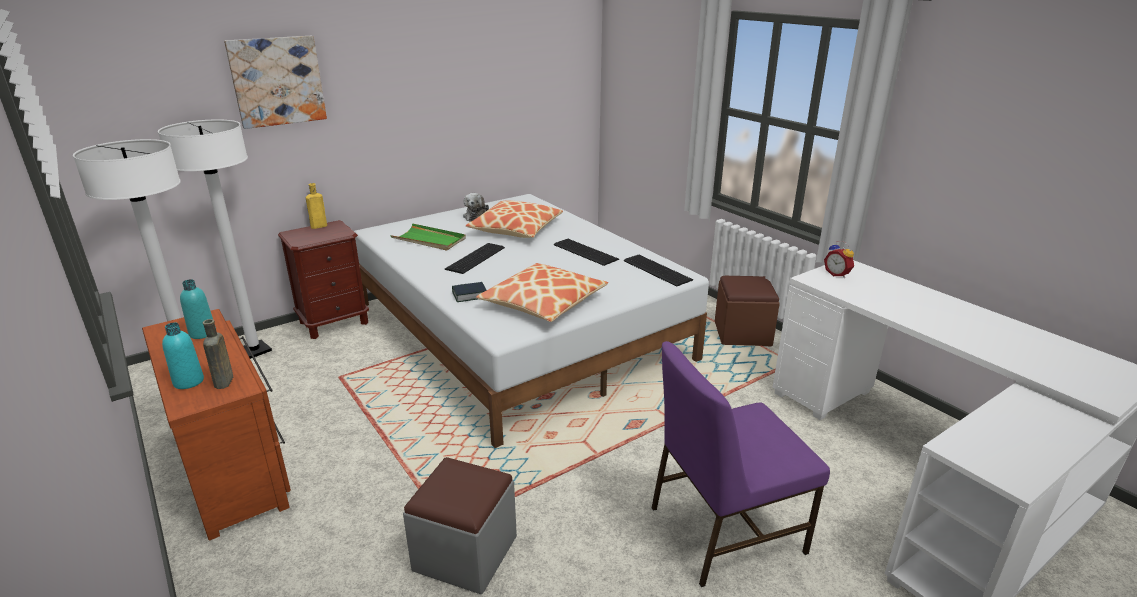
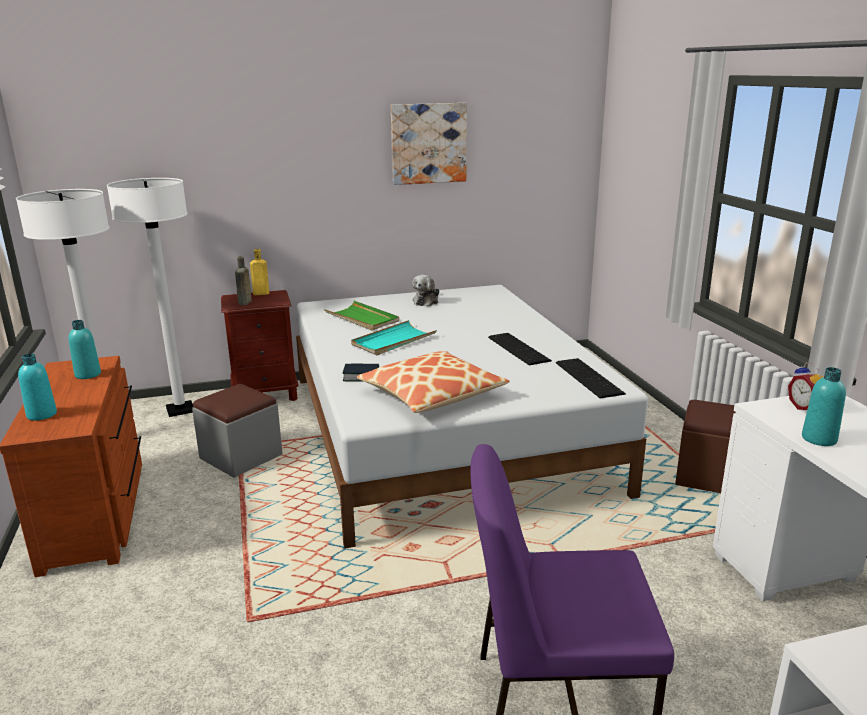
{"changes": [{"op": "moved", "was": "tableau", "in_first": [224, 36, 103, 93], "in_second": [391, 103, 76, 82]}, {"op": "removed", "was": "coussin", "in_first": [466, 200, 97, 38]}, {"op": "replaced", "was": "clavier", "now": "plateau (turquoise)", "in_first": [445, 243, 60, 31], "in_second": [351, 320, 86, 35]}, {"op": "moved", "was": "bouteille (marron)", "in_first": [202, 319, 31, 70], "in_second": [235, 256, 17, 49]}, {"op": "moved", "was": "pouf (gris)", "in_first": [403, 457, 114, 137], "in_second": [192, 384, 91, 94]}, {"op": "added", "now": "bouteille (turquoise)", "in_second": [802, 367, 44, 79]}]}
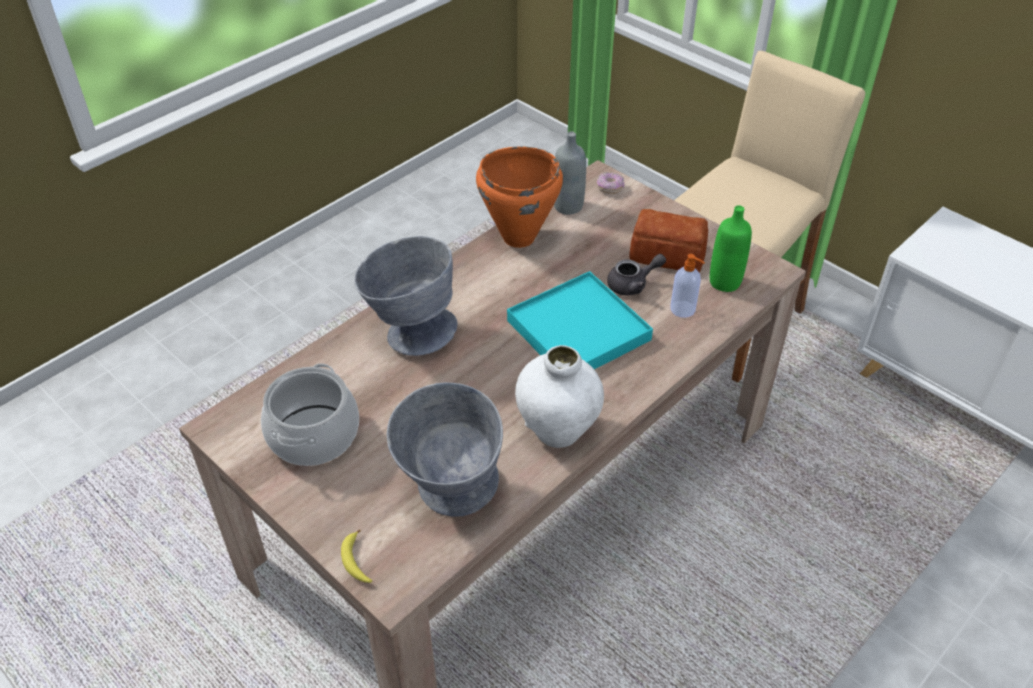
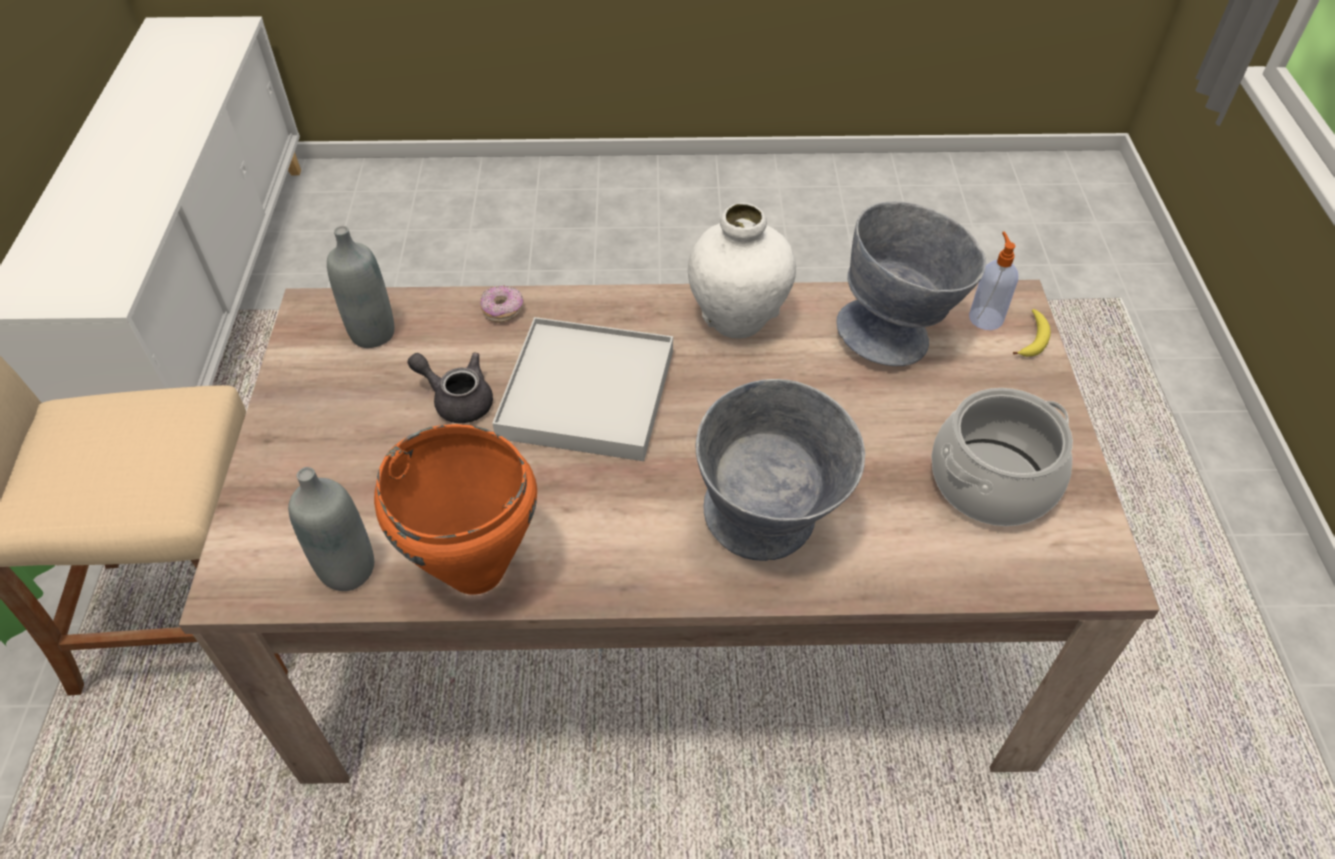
{"changes": [{"op": "moved", "was": "beignet", "in_first": [597, 172, 27, 22], "in_second": [480, 285, 43, 38]}, {"op": "recoloured", "was": "bouteille (vert)", "now": "bouteille (gris)", "in_first": [710, 205, 42, 87], "in_second": [327, 226, 67, 122]}, {"op": "removed", "was": "pain", "in_first": [629, 209, 79, 63]}, {"op": "moved", "was": "distributeur de savon", "in_first": [670, 254, 35, 64], "in_second": [969, 232, 49, 98]}, {"op": "recoloured", "was": "plateau (turquoise)", "now": "plateau (blanc)", "in_first": [507, 271, 146, 98], "in_second": [492, 317, 181, 144]}]}
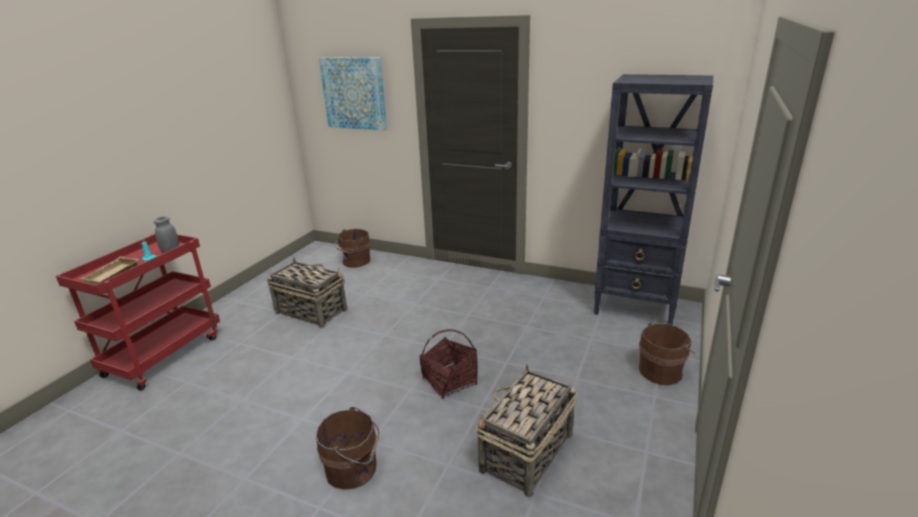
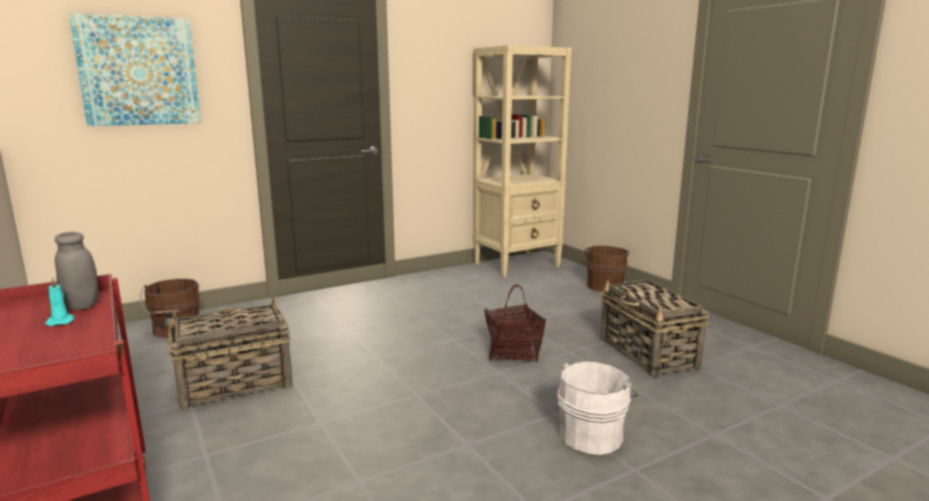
{"changes": [{"op": "recoloured", "was": "bibliothèque (noir)", "now": "bibliothèque (beige)", "in_first": [594, 74, 119, 251], "in_second": [473, 45, 99, 233]}, {"op": "removed", "was": "plateau (beige)", "in_first": [79, 256, 60, 28]}, {"op": "recoloured", "was": "seau (marron)", "now": "seau (blanc)", "in_first": [316, 407, 63, 83], "in_second": [557, 361, 80, 94]}]}
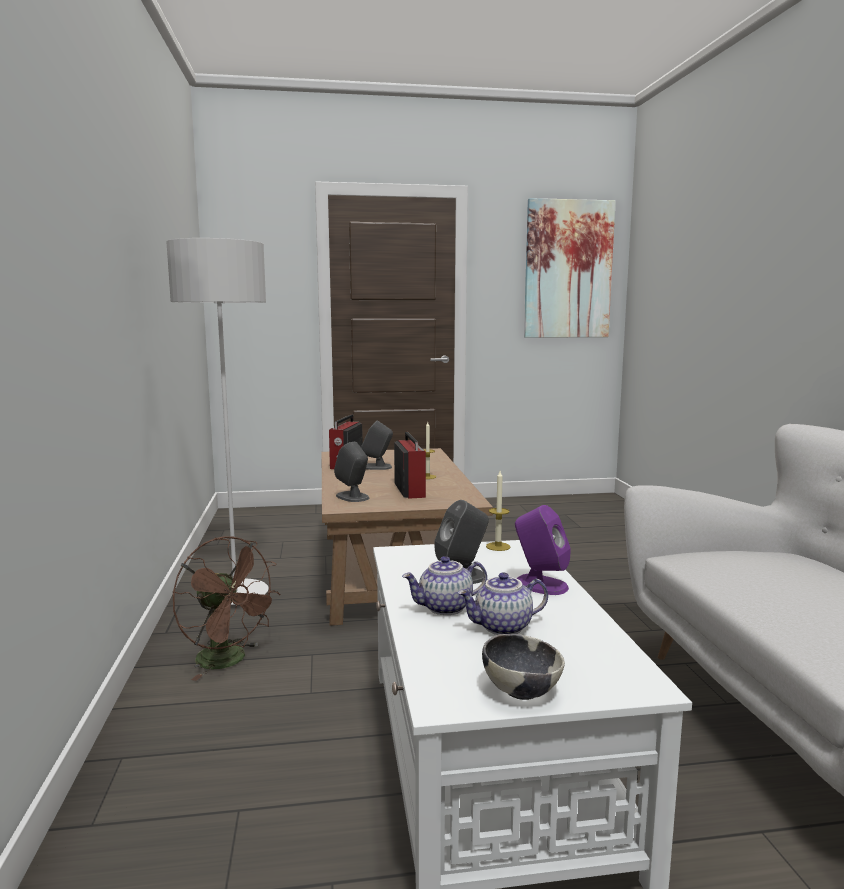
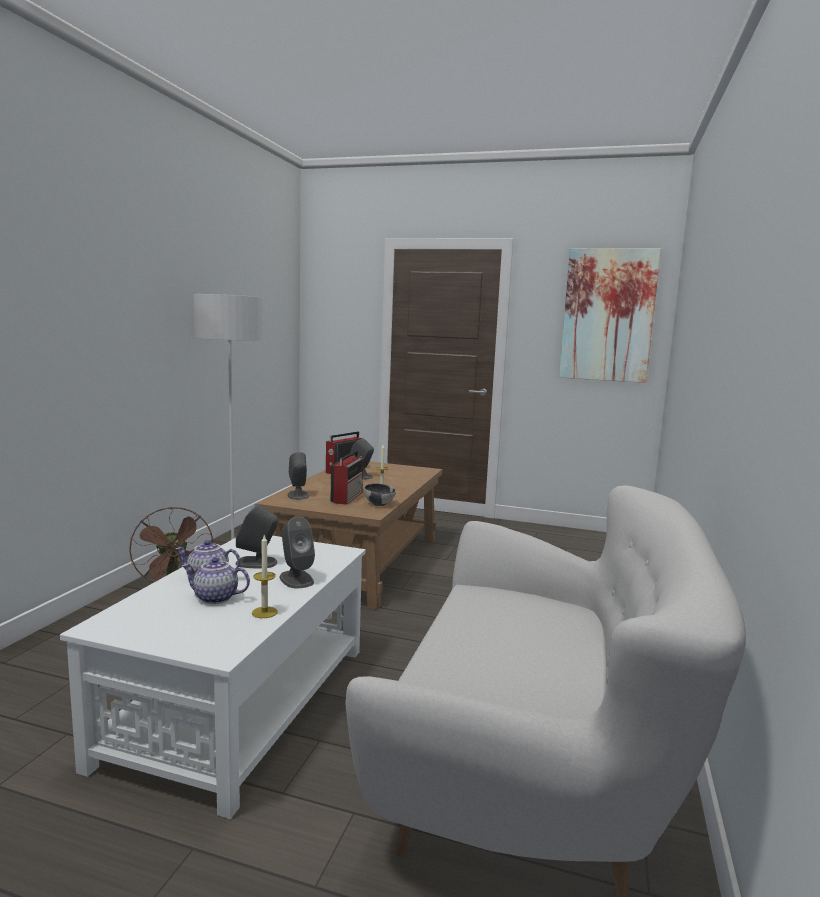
{"changes": [{"op": "moved", "was": "bougie", "in_first": [486, 471, 25, 80], "in_second": [252, 535, 26, 83]}, {"op": "recoloured", "was": "enceinte (violet)", "now": "enceinte (gris)", "in_first": [515, 505, 56, 90], "in_second": [279, 517, 36, 72]}, {"op": "moved", "was": "bol", "in_first": [482, 634, 83, 66], "in_second": [364, 483, 32, 23]}]}
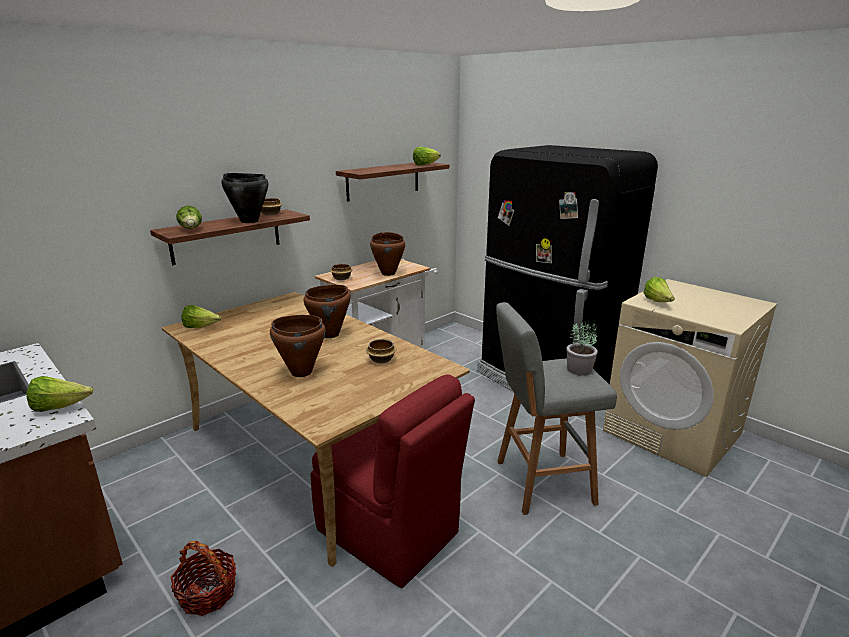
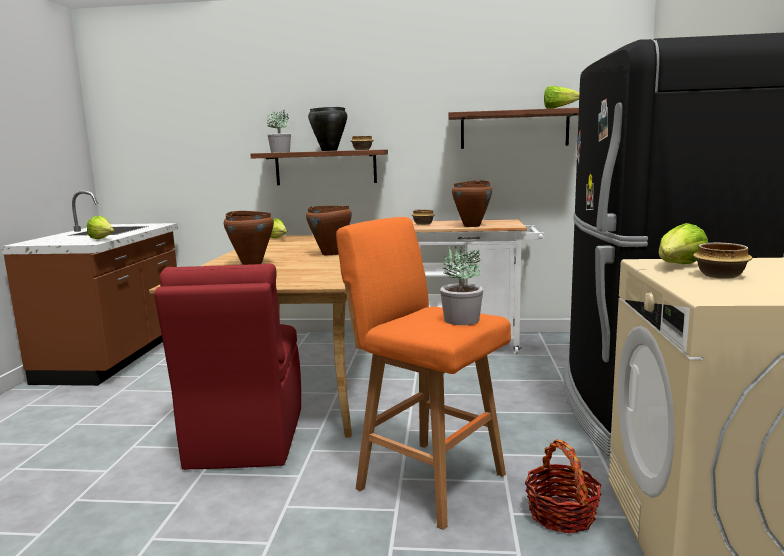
{"changes": [{"op": "replaced", "was": "laitue", "now": "plante en pot", "in_first": [176, 206, 26, 23], "in_second": [267, 109, 24, 44]}, {"op": "recoloured", "was": "tabouret (gris)", "now": "tabouret (orange)", "in_first": [496, 302, 121, 213], "in_second": [336, 217, 175, 313]}, {"op": "moved", "was": "bol", "in_first": [366, 339, 30, 25], "in_second": [693, 243, 60, 36]}, {"op": "moved", "was": "panier", "in_first": [171, 541, 65, 75], "in_second": [525, 439, 77, 95]}]}
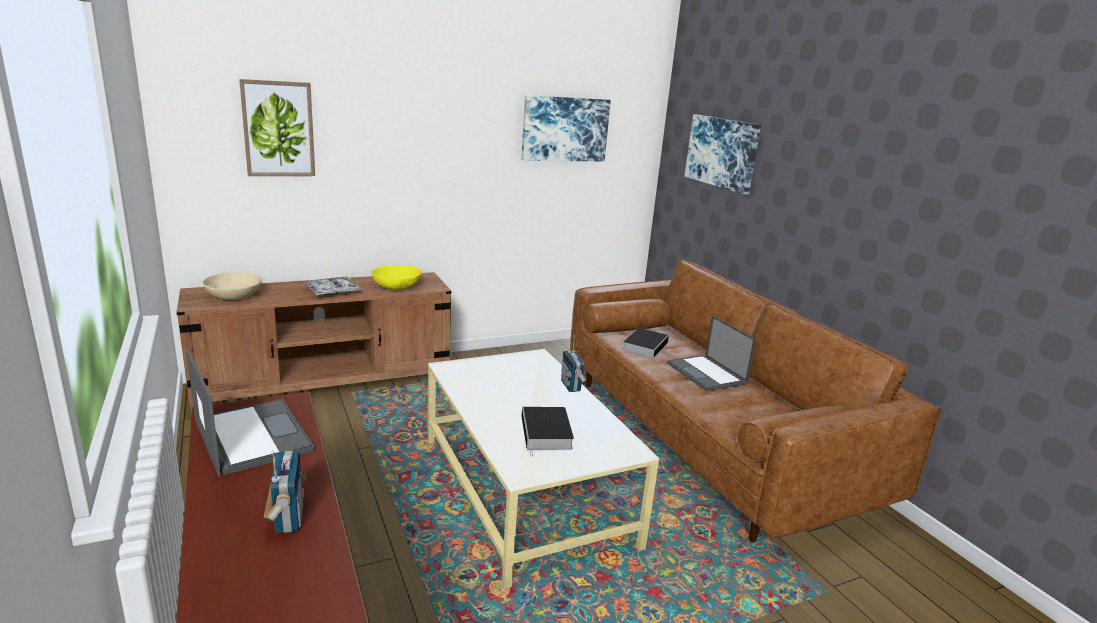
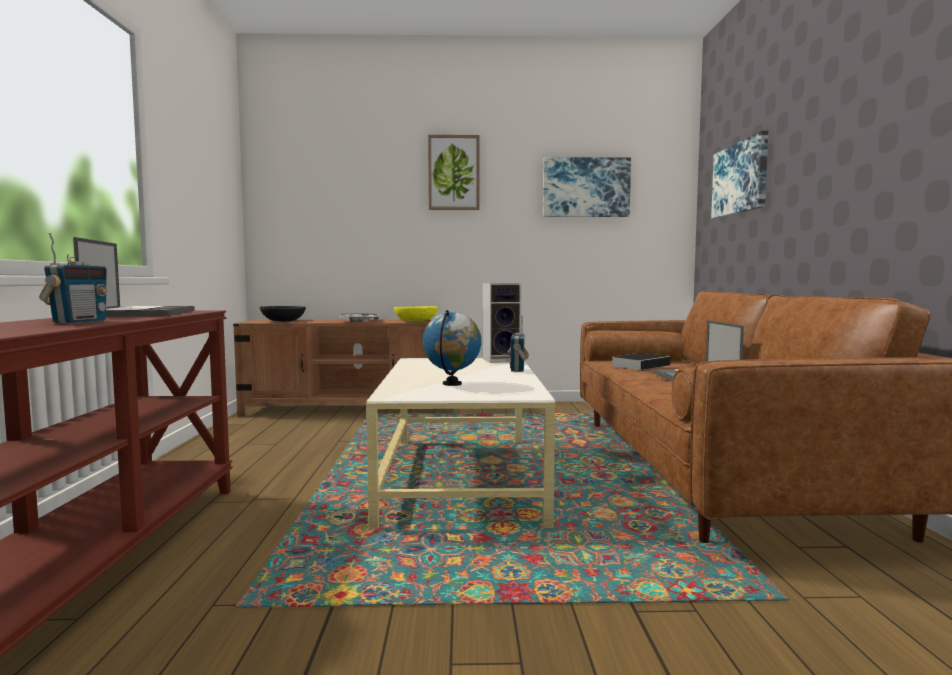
{"changes": [{"op": "moved", "was": "tableau", "in_first": [239, 79, 76, 97], "in_second": [428, 135, 51, 75]}, {"op": "recoloured", "was": "bol (beige)", "now": "bol (noir)", "in_first": [202, 272, 60, 28], "in_second": [260, 306, 46, 15]}, {"op": "replaced", "was": "livre", "now": "globe", "in_first": [521, 407, 53, 50], "in_second": [423, 310, 58, 76]}, {"op": "added", "now": "enceinte", "in_second": [483, 283, 38, 80]}]}
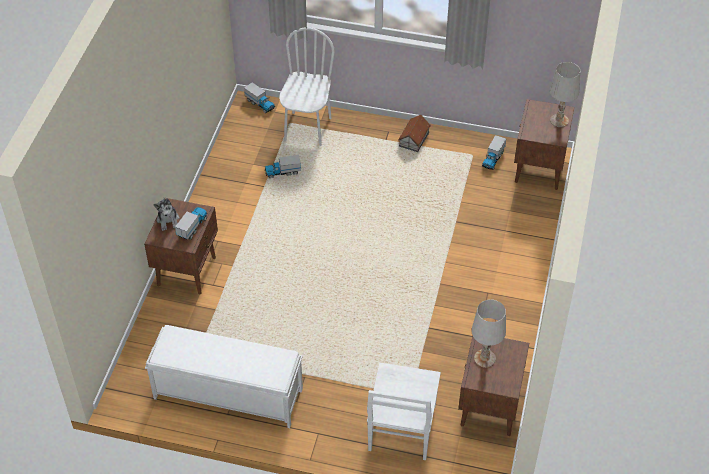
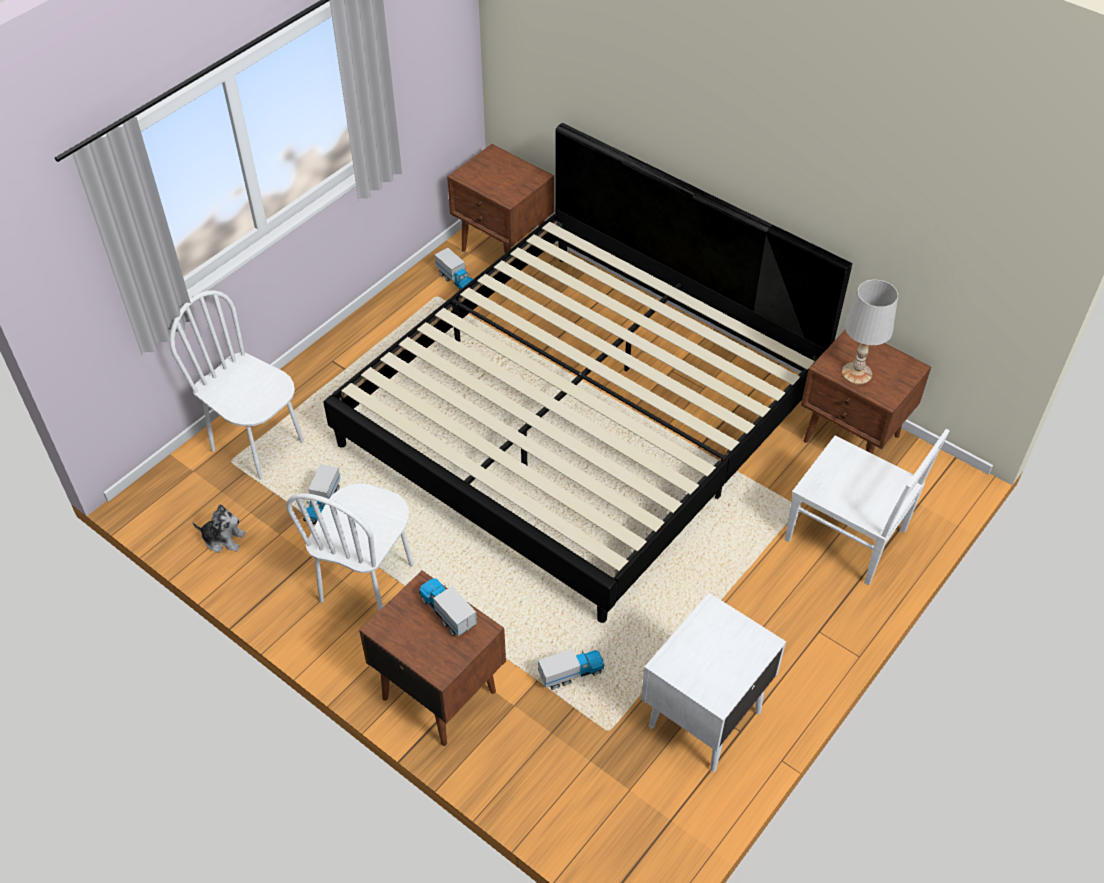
{"changes": [{"op": "removed", "was": "lampe de table (blanc)", "in_first": [550, 62, 30, 65]}, {"op": "moved", "was": "camion jouet", "in_first": [244, 82, 31, 31], "in_second": [538, 649, 66, 41]}, {"op": "removed", "was": "maison miniature", "in_first": [398, 115, 33, 37]}, {"op": "moved", "was": "peluche", "in_first": [154, 198, 26, 33], "in_second": [192, 504, 54, 49]}, {"op": "replaced", "was": "banc (blanc)", "now": "table de chevet (blanc)", "in_first": [145, 325, 158, 103], "in_second": [641, 593, 145, 179]}, {"op": "added", "now": "lit", "in_second": [323, 123, 529, 500]}, {"op": "added", "now": "chaise (blanc)", "in_second": [286, 483, 128, 127]}]}
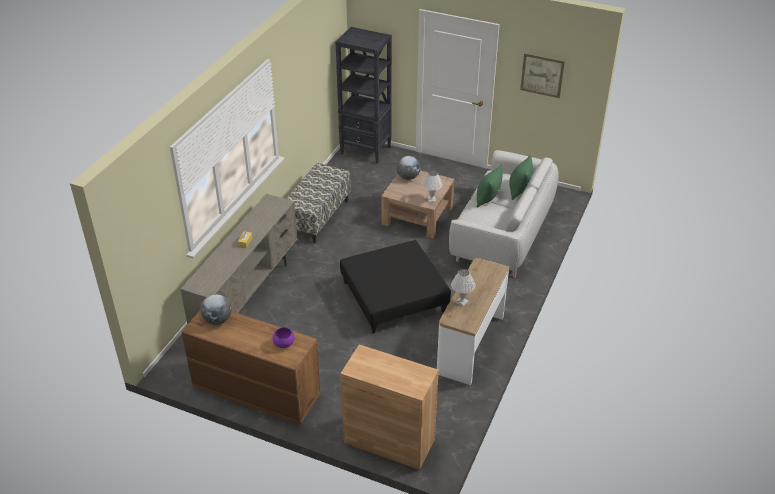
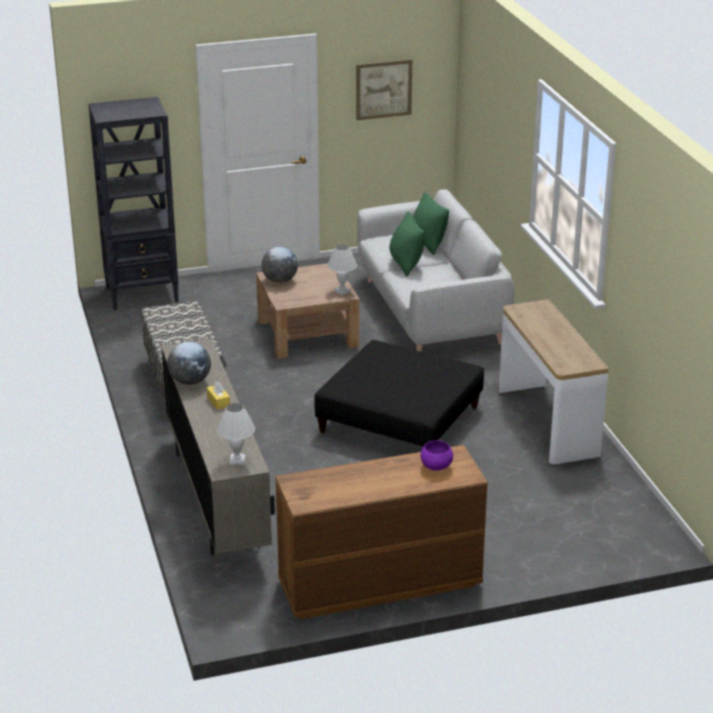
{"changes": [{"op": "moved", "was": "lampe de table (blanc)", "in_first": [451, 269, 24, 38], "in_second": [217, 403, 38, 62]}, {"op": "moved", "was": "globe", "in_first": [200, 294, 32, 31], "in_second": [167, 342, 44, 43]}, {"op": "removed", "was": "meuble de rangement (marron)", "in_first": [340, 344, 99, 126]}]}
